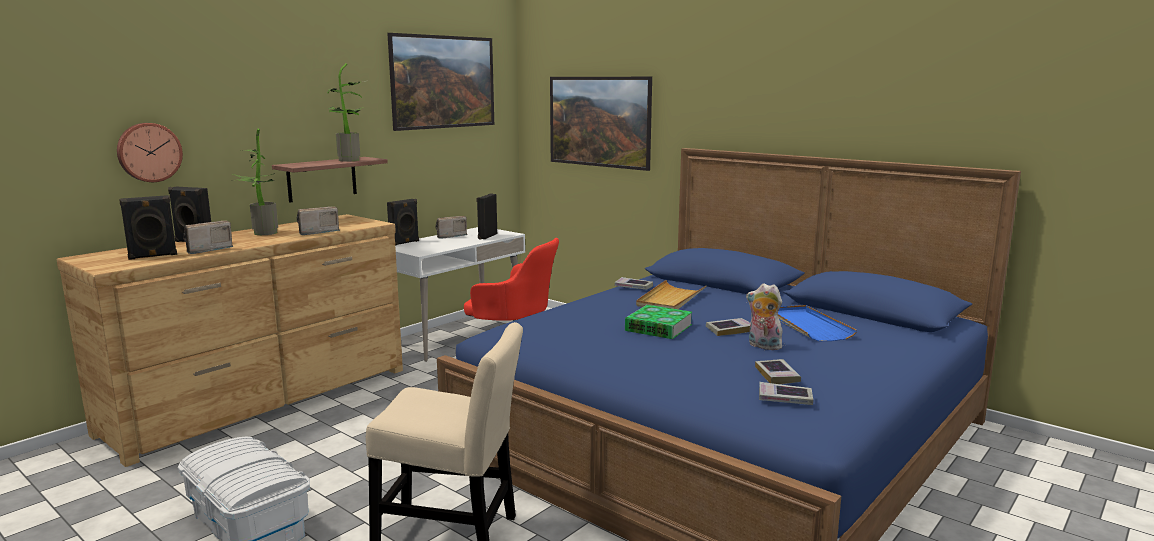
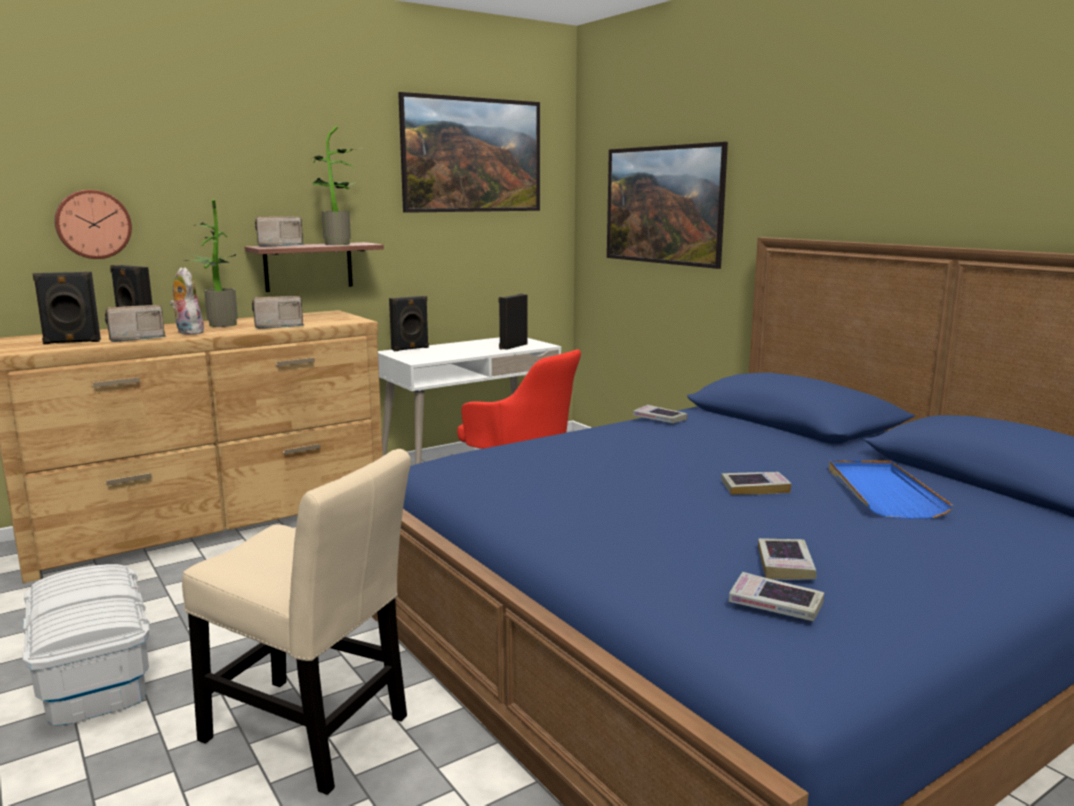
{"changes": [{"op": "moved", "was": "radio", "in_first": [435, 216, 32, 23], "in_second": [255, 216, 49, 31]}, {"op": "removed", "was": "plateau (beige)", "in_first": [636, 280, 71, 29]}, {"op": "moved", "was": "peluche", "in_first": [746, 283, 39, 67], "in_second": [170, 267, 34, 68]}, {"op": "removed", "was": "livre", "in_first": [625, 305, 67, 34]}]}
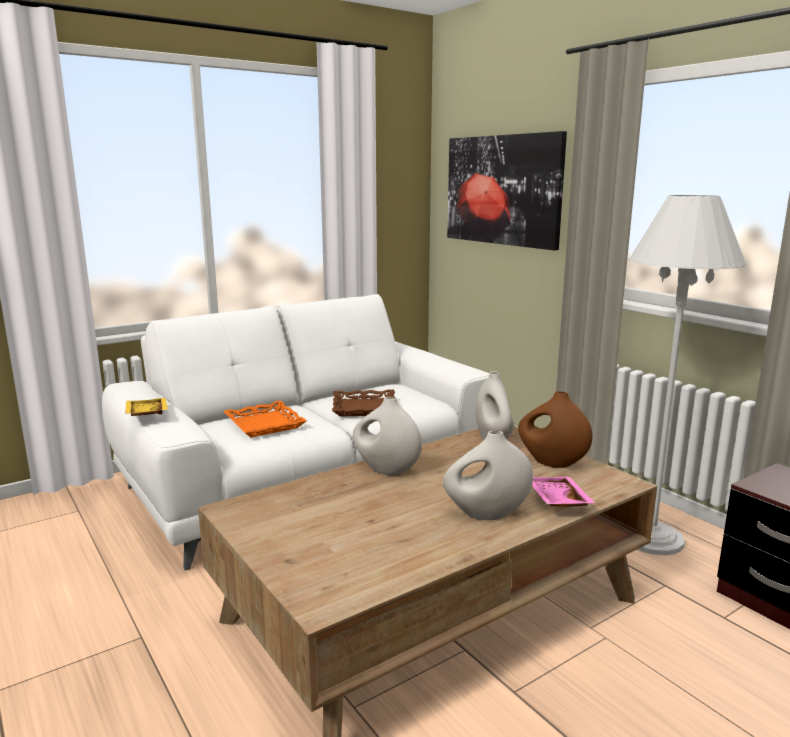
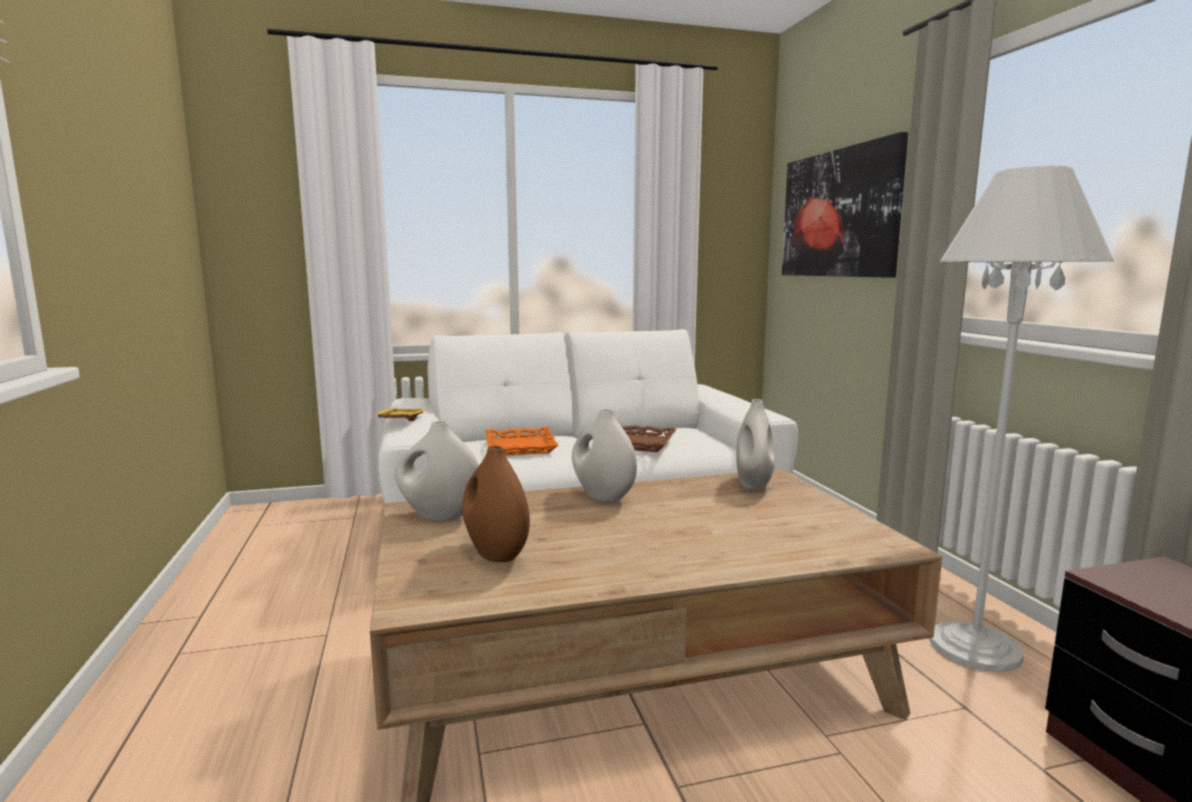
{"changes": [{"op": "moved", "was": "vase (marron)", "in_first": [518, 391, 74, 77], "in_second": [462, 445, 68, 117]}, {"op": "moved", "was": "vase (blanc)", "in_first": [443, 431, 90, 89], "in_second": [395, 421, 84, 100]}, {"op": "removed", "was": "plateau (rose)", "in_first": [532, 477, 63, 30]}]}
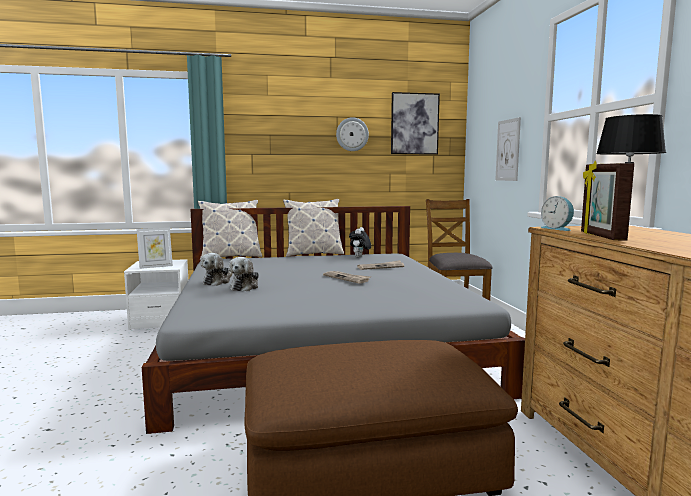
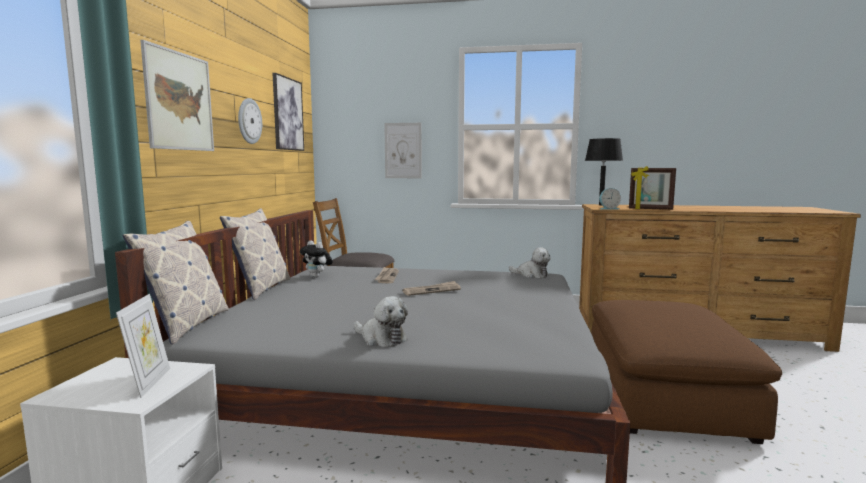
{"changes": [{"op": "moved", "was": "peluche", "in_first": [229, 257, 30, 34], "in_second": [509, 247, 42, 31]}, {"op": "added", "now": "tableau", "in_second": [140, 40, 74, 111]}]}
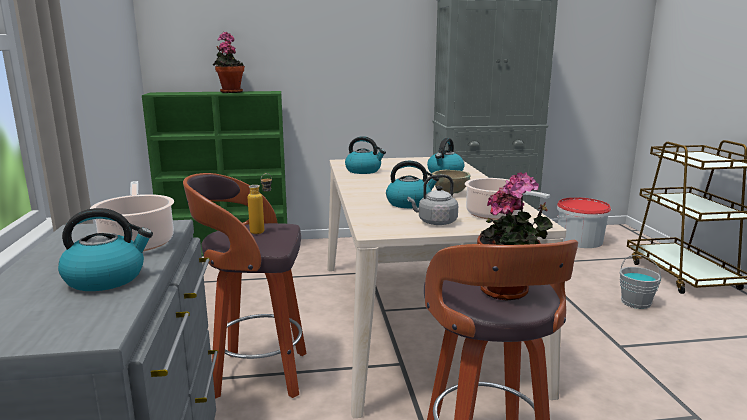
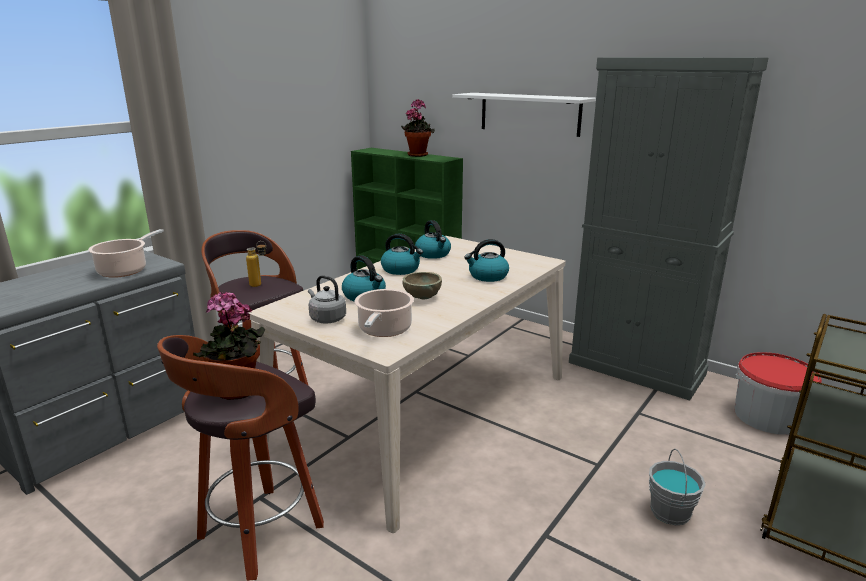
{"changes": [{"op": "moved", "was": "bouilloire", "in_first": [58, 208, 95, 83], "in_second": [381, 234, 42, 41]}, {"op": "added", "now": "étagère (blanc)", "in_second": [452, 93, 144, 44]}]}
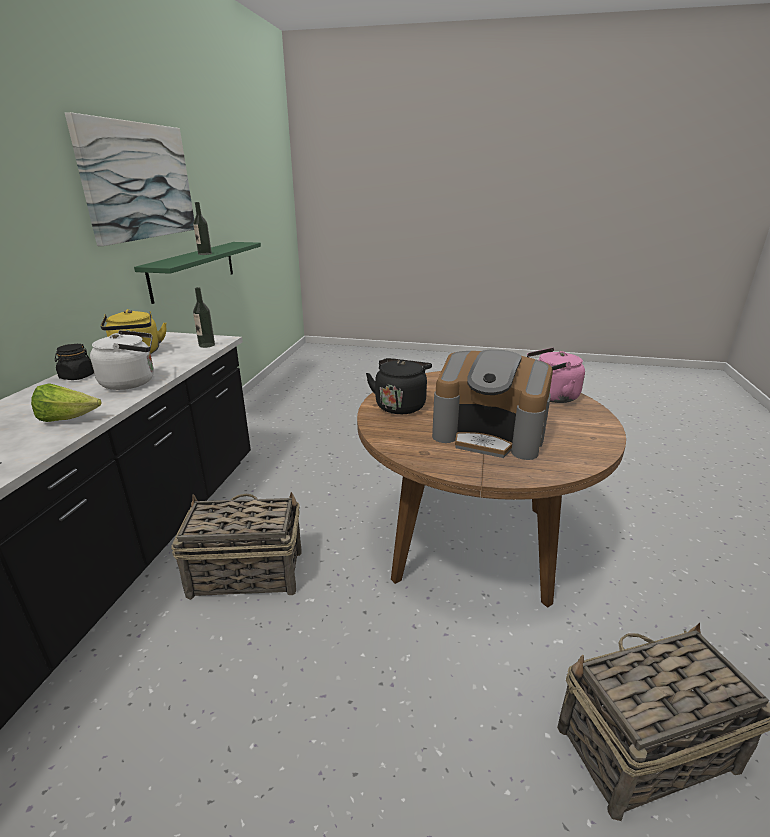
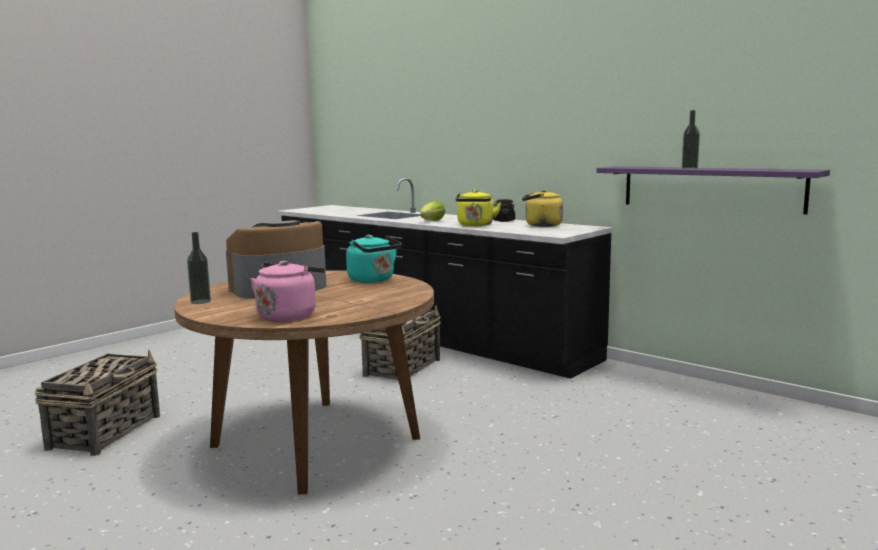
{"changes": [{"op": "removed", "was": "tableau", "in_first": [65, 112, 129, 134]}, {"op": "recoloured", "was": "étagère (vert)", "now": "étagère (violet)", "in_first": [134, 242, 127, 62], "in_second": [596, 166, 234, 48]}, {"op": "moved", "was": "bouteille", "in_first": [193, 287, 22, 61], "in_second": [187, 232, 24, 72]}, {"op": "recoloured", "was": "bouilloire (blanc)", "now": "bouilloire (jaune)", "in_first": [90, 330, 64, 60], "in_second": [456, 190, 46, 36]}, {"op": "recoloured", "was": "bouilloire (noir)", "now": "bouilloire (turquoise)", "in_first": [366, 358, 66, 56], "in_second": [346, 235, 56, 48]}]}
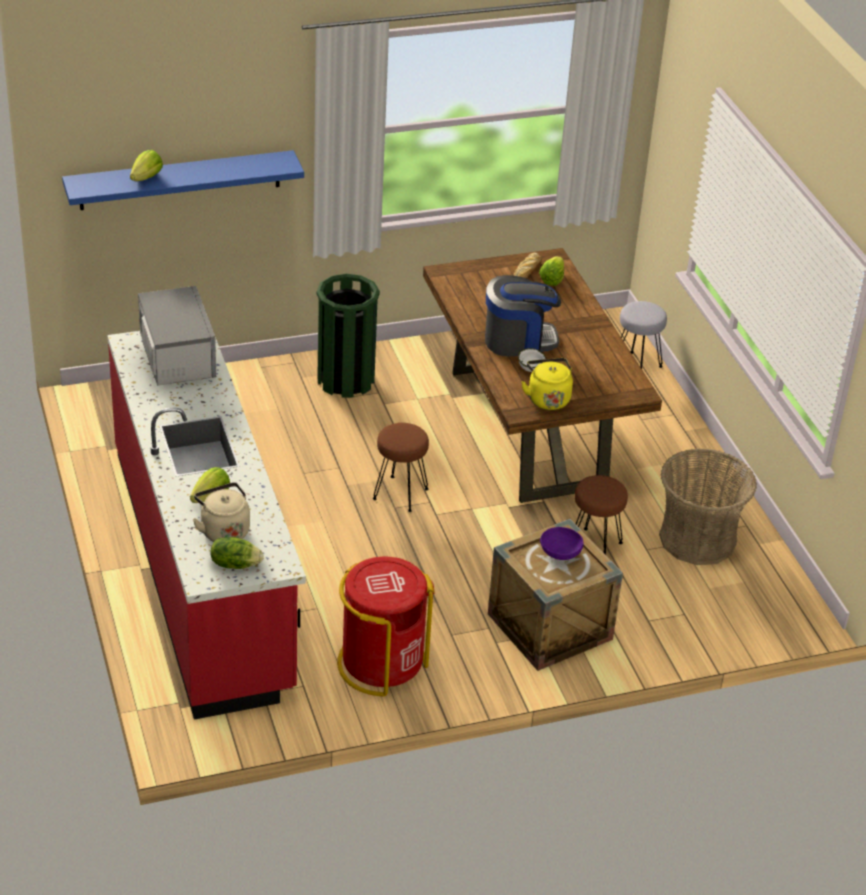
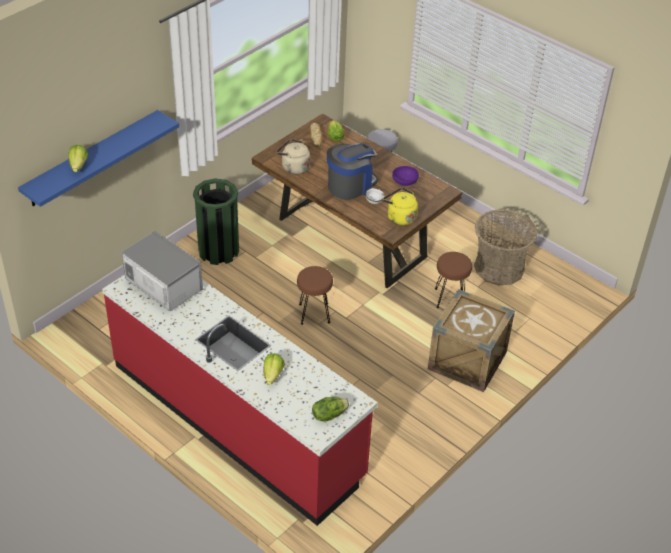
{"changes": [{"op": "moved", "was": "bouilloire (beige)", "in_first": [193, 482, 57, 60], "in_second": [277, 139, 33, 35]}, {"op": "moved", "was": "bol (violet)", "in_first": [540, 527, 44, 33], "in_second": [392, 166, 27, 20]}, {"op": "removed", "was": "poubelle (rouge)", "in_first": [337, 556, 98, 140]}]}
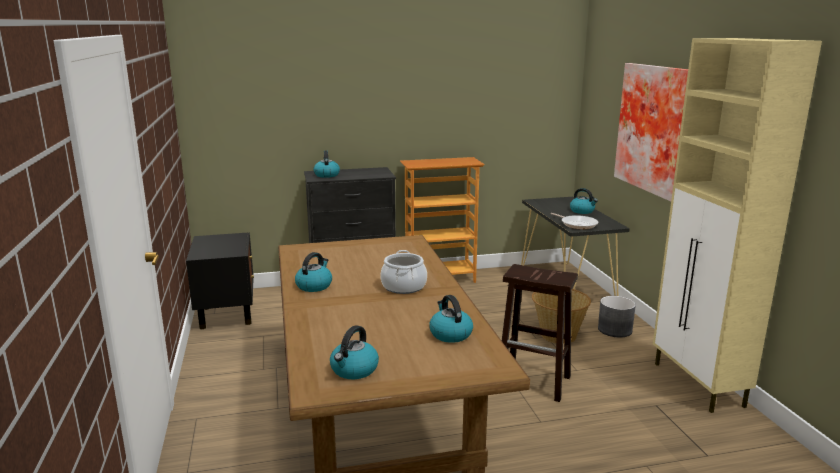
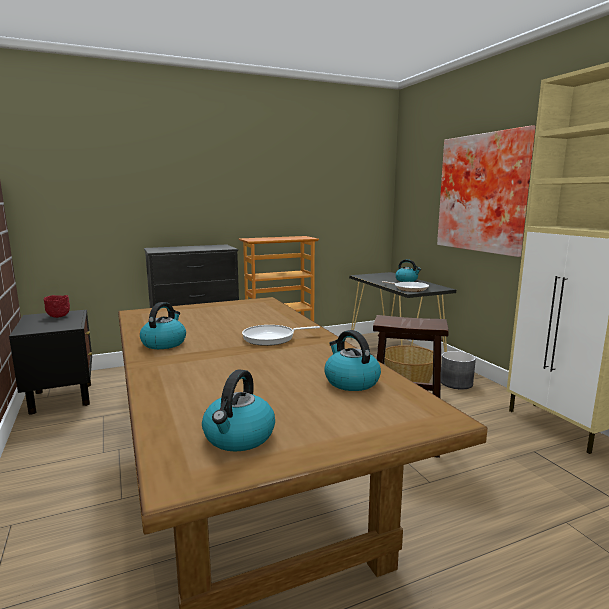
{"changes": [{"op": "removed", "was": "bouilloire", "in_first": [313, 150, 27, 28]}, {"op": "replaced", "was": "marmite", "now": "poêle", "in_first": [380, 250, 47, 44], "in_second": [242, 325, 78, 21]}, {"op": "added", "now": "bol (rouge)", "in_second": [44, 295, 26, 23]}]}
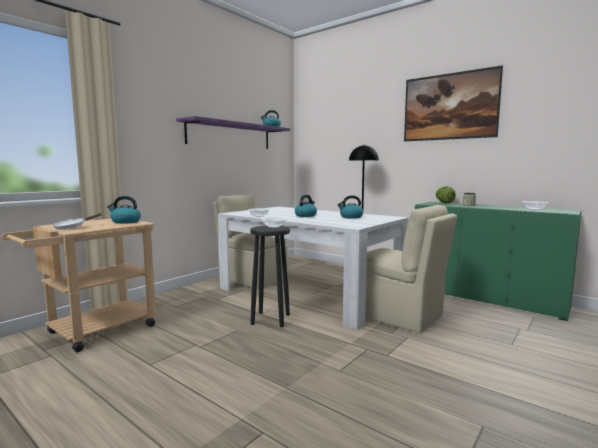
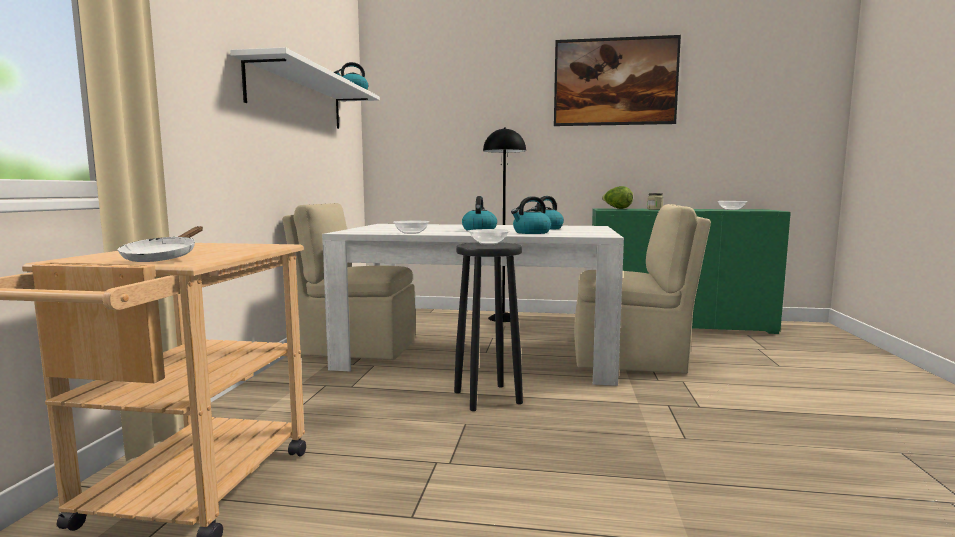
{"changes": [{"op": "recoloured", "was": "étagère (violet)", "now": "étagère (blanc)", "in_first": [176, 116, 114, 33], "in_second": [230, 47, 150, 82]}, {"op": "moved", "was": "bouilloire", "in_first": [107, 196, 34, 28], "in_second": [511, 196, 40, 38]}]}
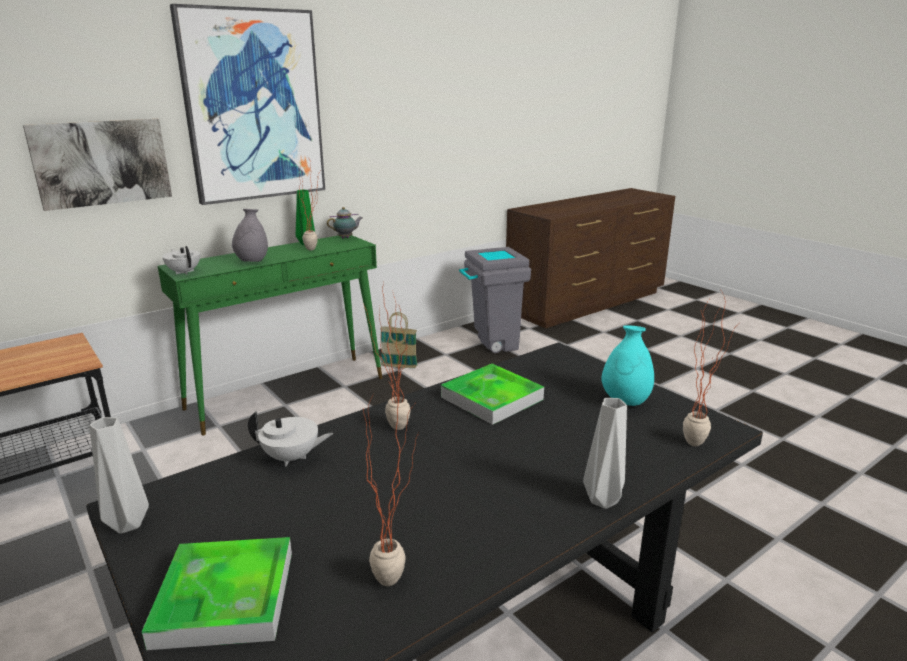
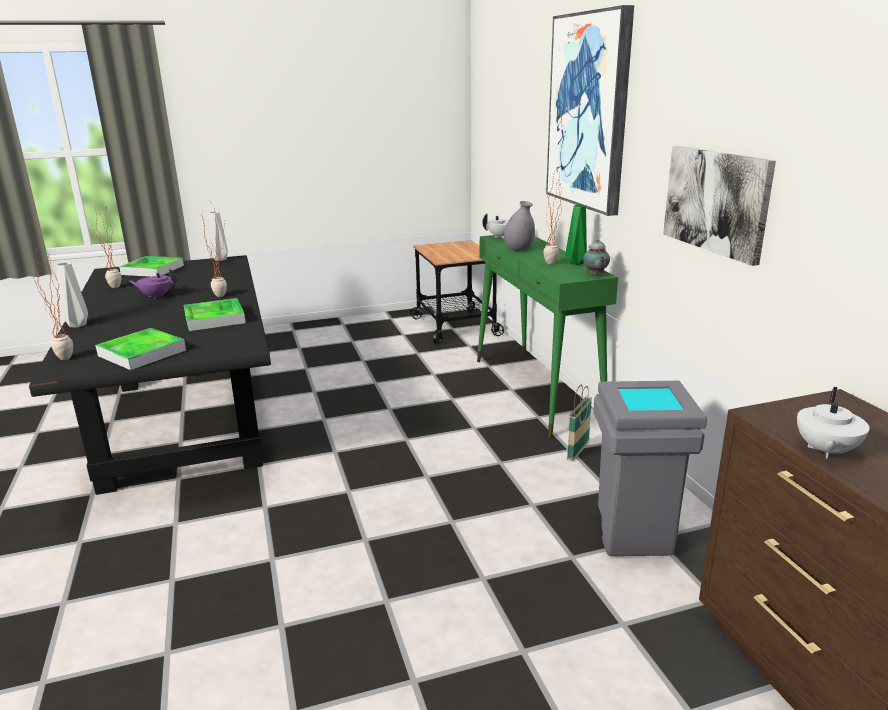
{"changes": [{"op": "moved", "was": "tableau", "in_first": [23, 119, 149, 92], "in_second": [663, 146, 113, 120]}, {"op": "replaced", "was": "vase (turquoise)", "now": "plateau", "in_first": [601, 325, 53, 81], "in_second": [95, 328, 91, 42]}, {"op": "moved", "was": "théière (blanc)", "in_first": [248, 411, 85, 55], "in_second": [797, 387, 73, 72]}, {"op": "added", "now": "théière (violet)", "in_second": [129, 269, 48, 30]}]}
